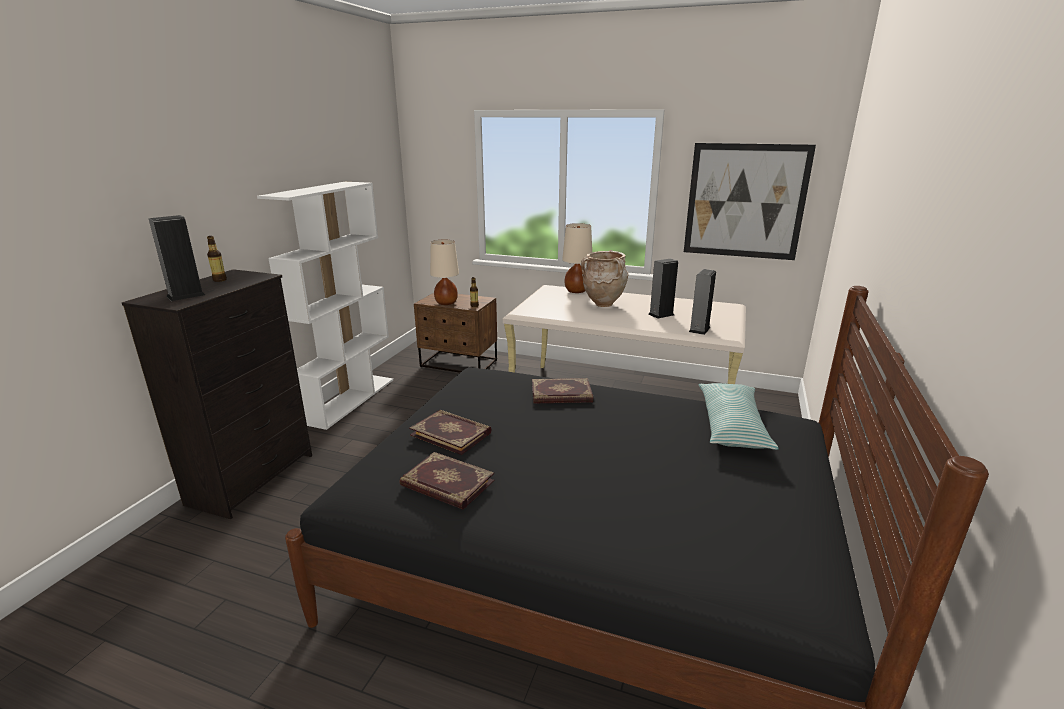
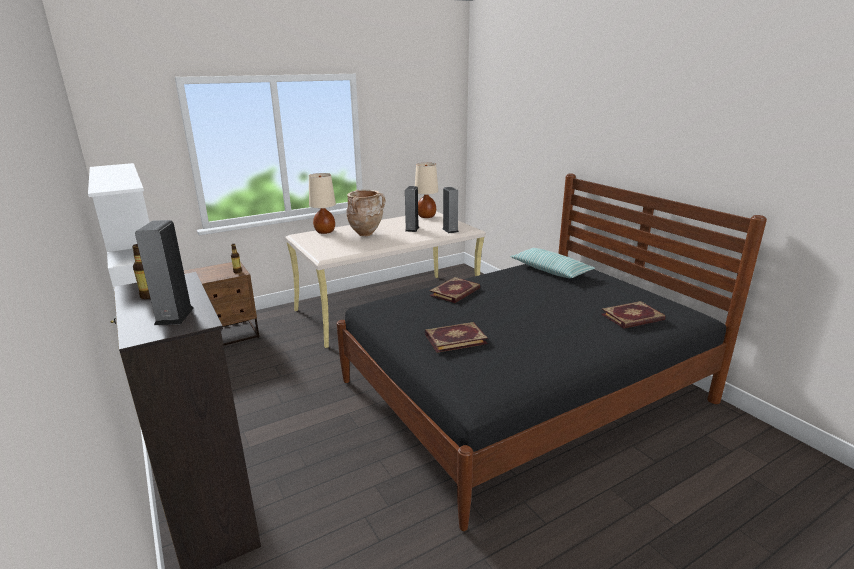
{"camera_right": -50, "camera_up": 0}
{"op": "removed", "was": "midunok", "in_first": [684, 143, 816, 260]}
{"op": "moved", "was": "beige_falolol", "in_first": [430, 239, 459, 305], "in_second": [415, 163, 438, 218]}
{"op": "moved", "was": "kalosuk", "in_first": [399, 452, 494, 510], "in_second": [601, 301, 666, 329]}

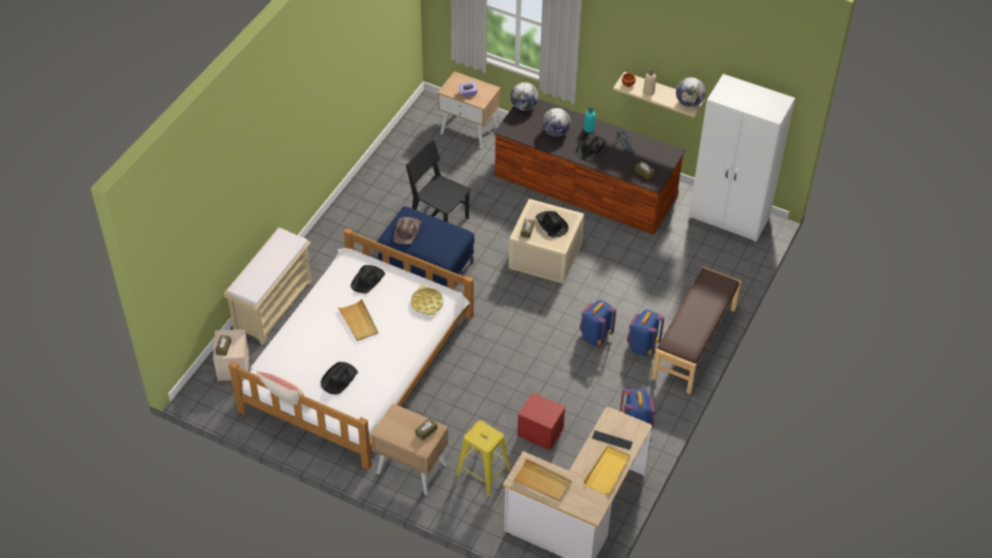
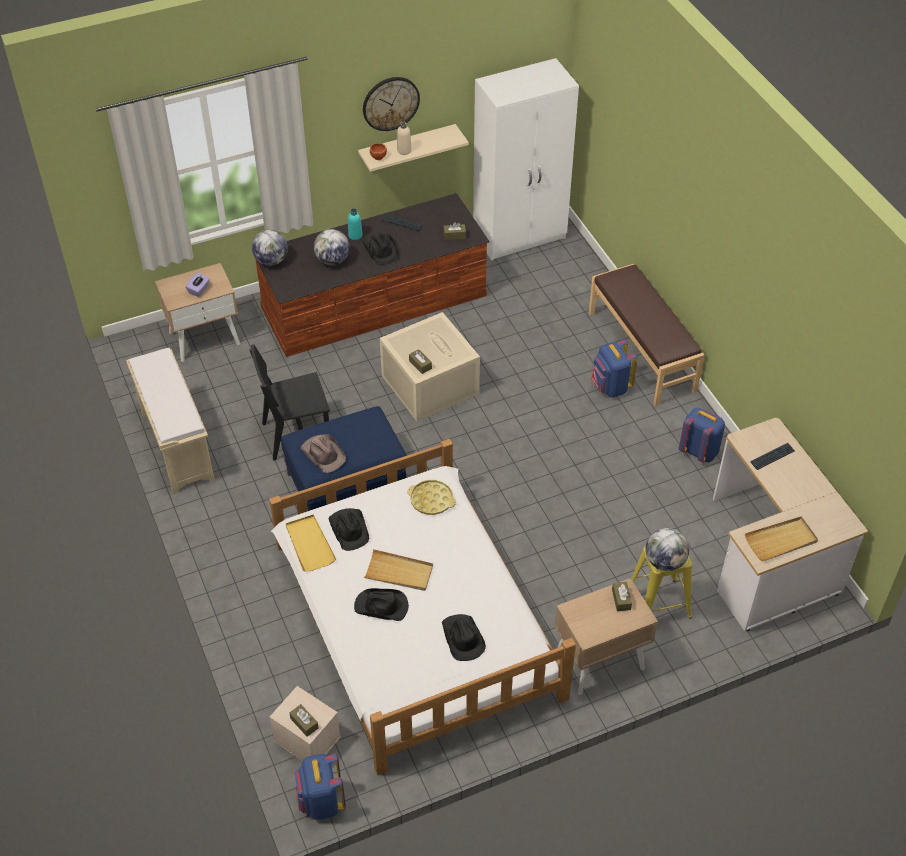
{"camera_right": -50, "camera_up": 0}
{"op": "moved", "was": "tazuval", "in_first": [676, 77, 706, 107], "in_second": [645, 528, 689, 571]}
{"op": "moved", "was": "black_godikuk", "in_first": [535, 211, 569, 238], "in_second": [354, 588, 409, 621]}
{"op": "moved", "was": "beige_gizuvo", "in_first": [224, 227, 312, 345], "in_second": [126, 348, 215, 494]}
{"op": "moved", "was": "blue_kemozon", "in_first": [580, 300, 616, 346], "in_second": [295, 754, 346, 820]}
{"op": "removed", "was": "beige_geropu", "in_first": [256, 371, 312, 409]}
{"op": "removed", "was": "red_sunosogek", "in_first": [517, 392, 566, 450]}
{"op": "moved", "was": "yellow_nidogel", "in_first": [583, 446, 630, 495], "in_second": [286, 514, 336, 572]}
{"op": "added", "now": "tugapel", "in_second": [363, 77, 420, 131]}

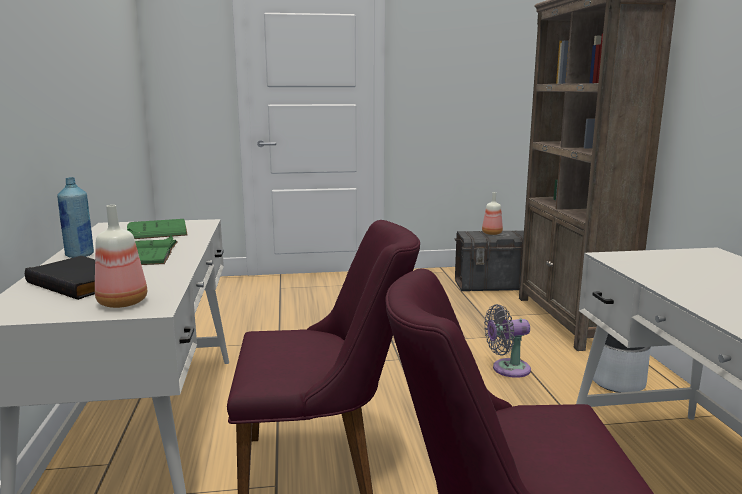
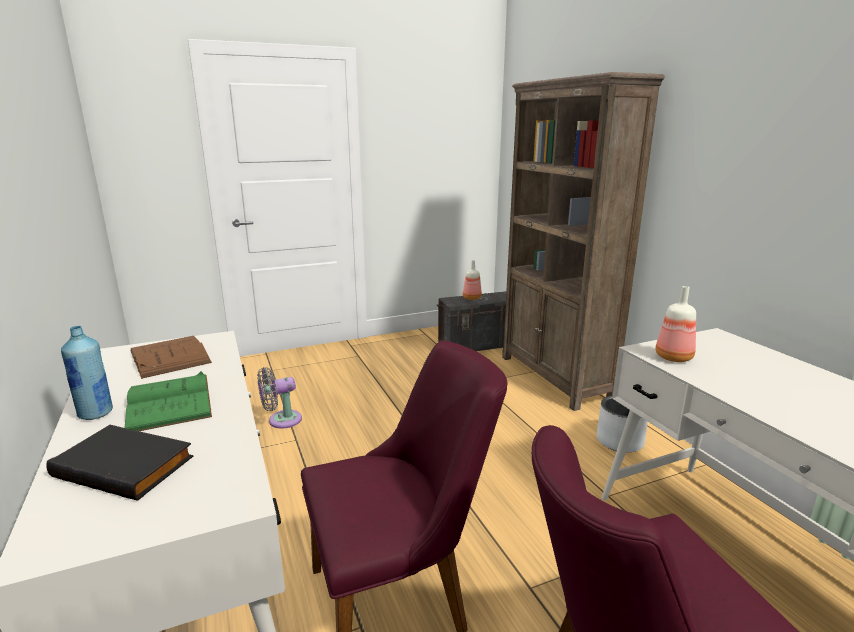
{"camera_right": -15, "camera_up": 5}
{"op": "moved", "was": "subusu", "in_first": [95, 205, 147, 308], "in_second": [655, 286, 696, 362]}
{"op": "recoloured", "was": "green_kalosuk", "now": "brown_kalosuk", "in_first": [127, 219, 188, 239], "in_second": [130, 336, 212, 379]}
{"op": "moved", "was": "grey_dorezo", "in_first": [484, 304, 531, 378], "in_second": [257, 367, 302, 429]}

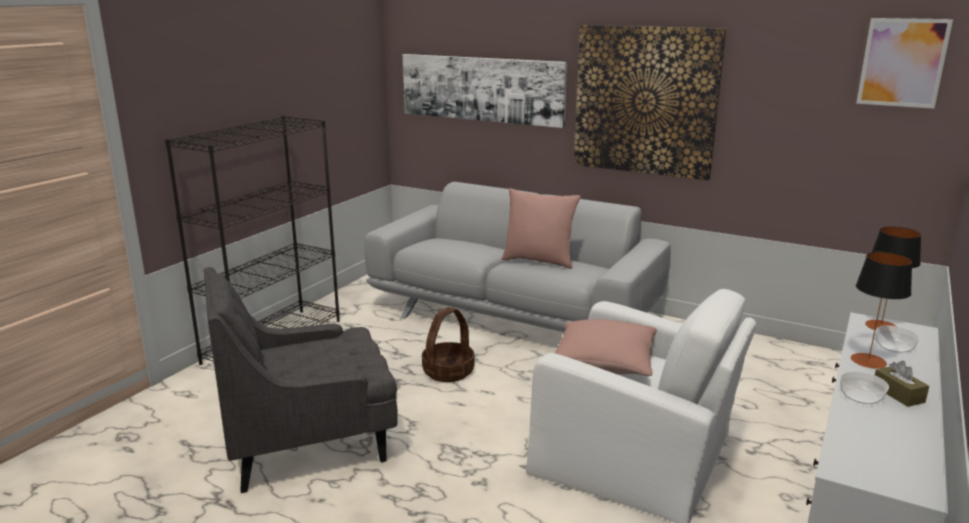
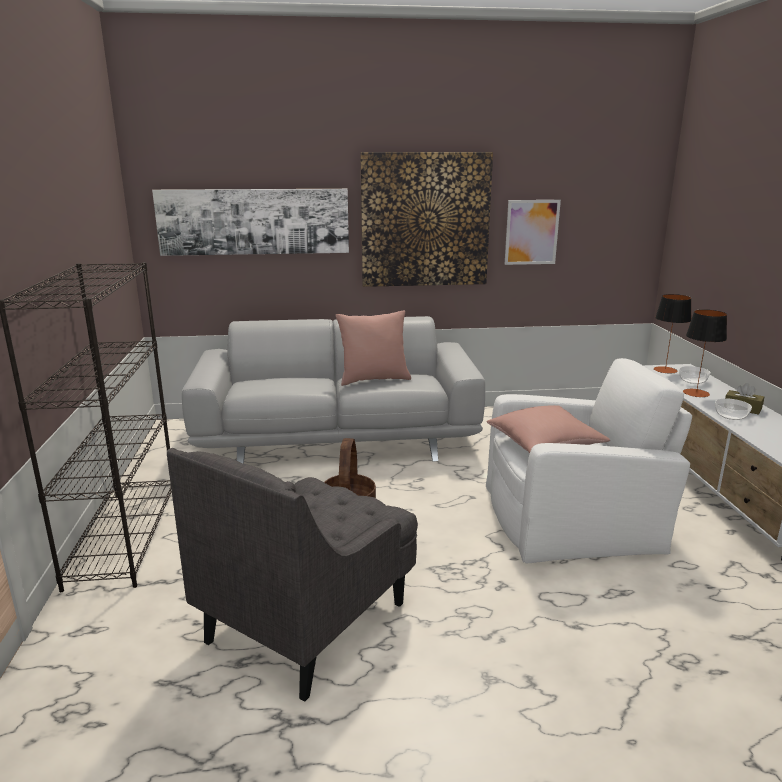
{"camera_right": -35, "camera_up": 0}
{"op": "moved", "was": "midunok", "in_first": [856, 18, 953, 109], "in_second": [505, 200, 561, 265]}

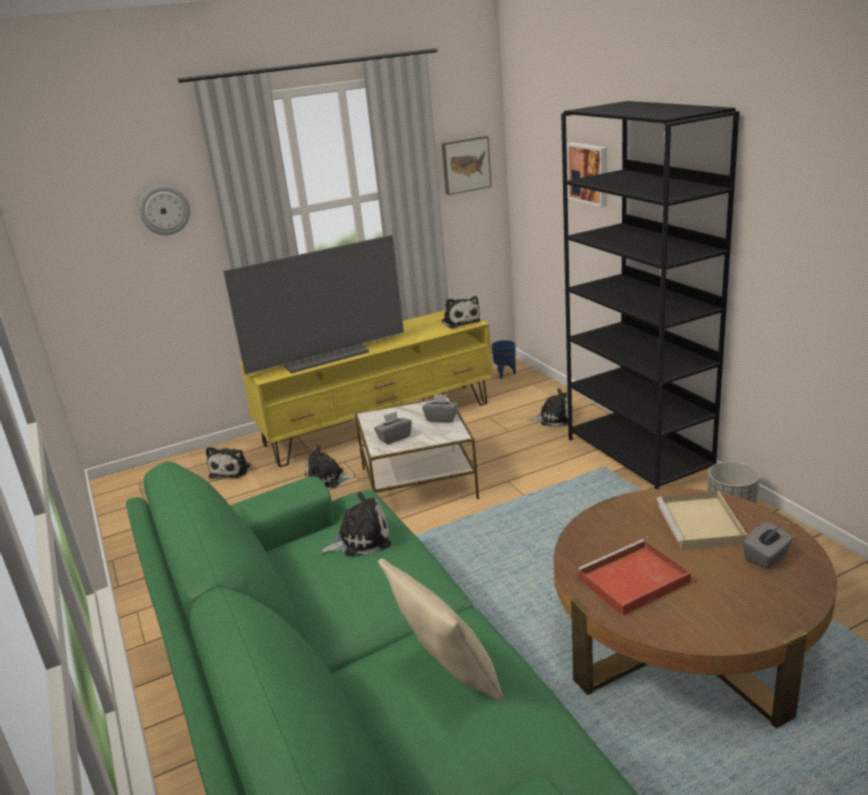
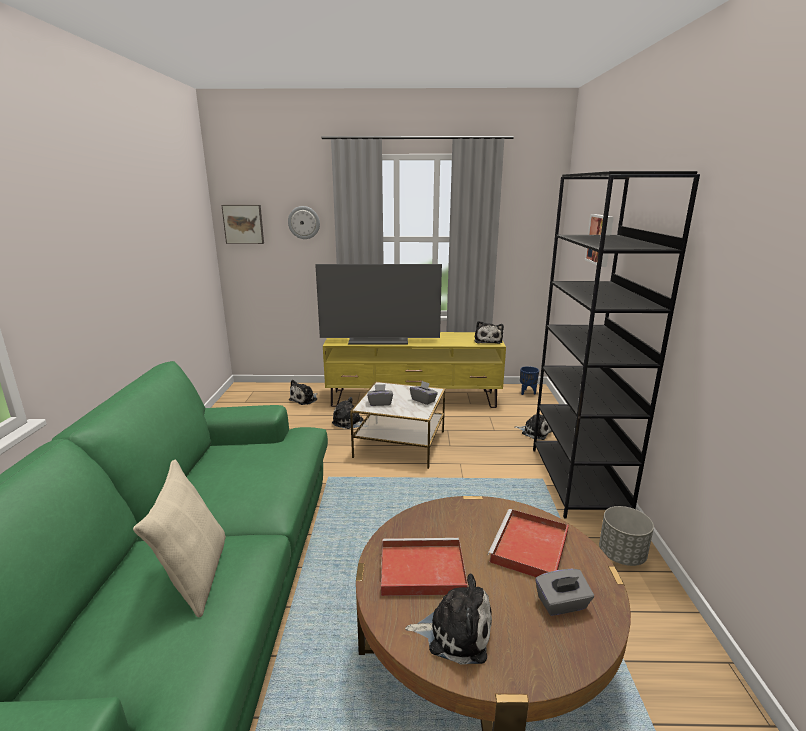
{"camera_right": 25, "camera_up": -5}
{"op": "moved", "was": "midunok", "in_first": [442, 136, 492, 195], "in_second": [222, 205, 264, 244]}
{"op": "recoloured", "was": "beige_nidogel", "now": "red_nidogel", "in_first": [657, 491, 747, 550], "in_second": [488, 509, 569, 577]}
{"op": "moved", "was": "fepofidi", "in_first": [321, 492, 391, 557], "in_second": [405, 573, 492, 665]}

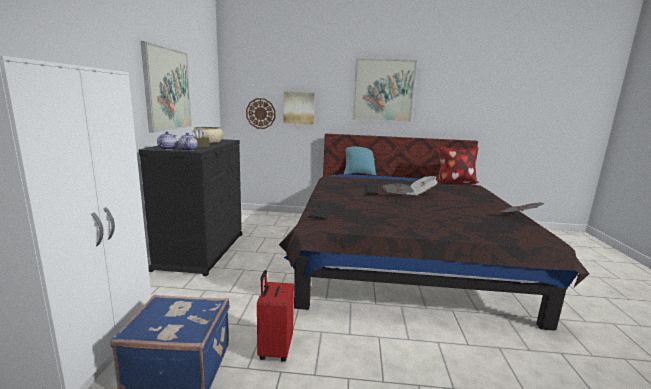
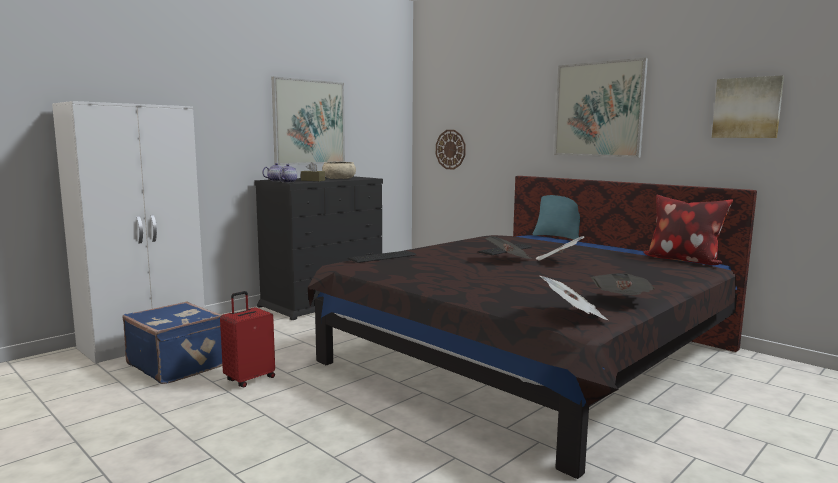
{"camera_right": 40, "camera_up": -5}
{"op": "moved", "was": "midunok", "in_first": [283, 92, 315, 124], "in_second": [712, 75, 784, 138]}
{"op": "added", "now": "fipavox", "in_second": [540, 276, 608, 320]}

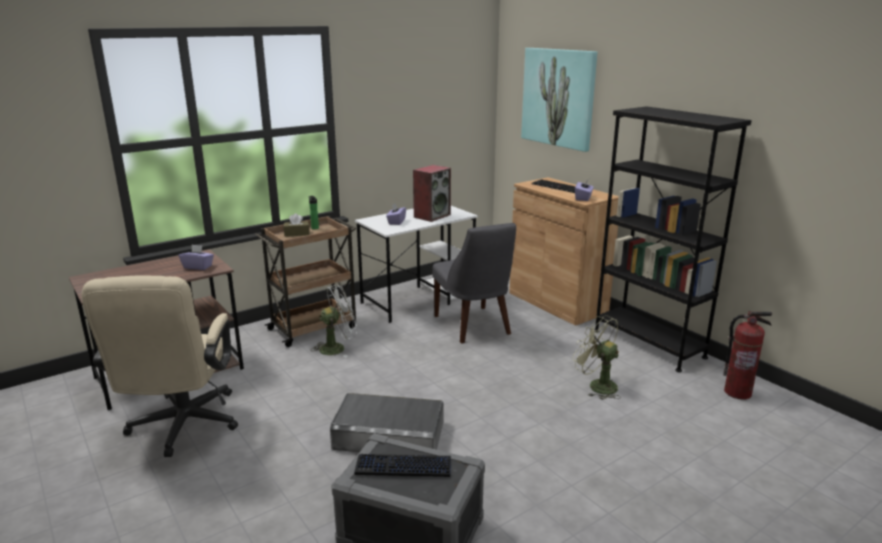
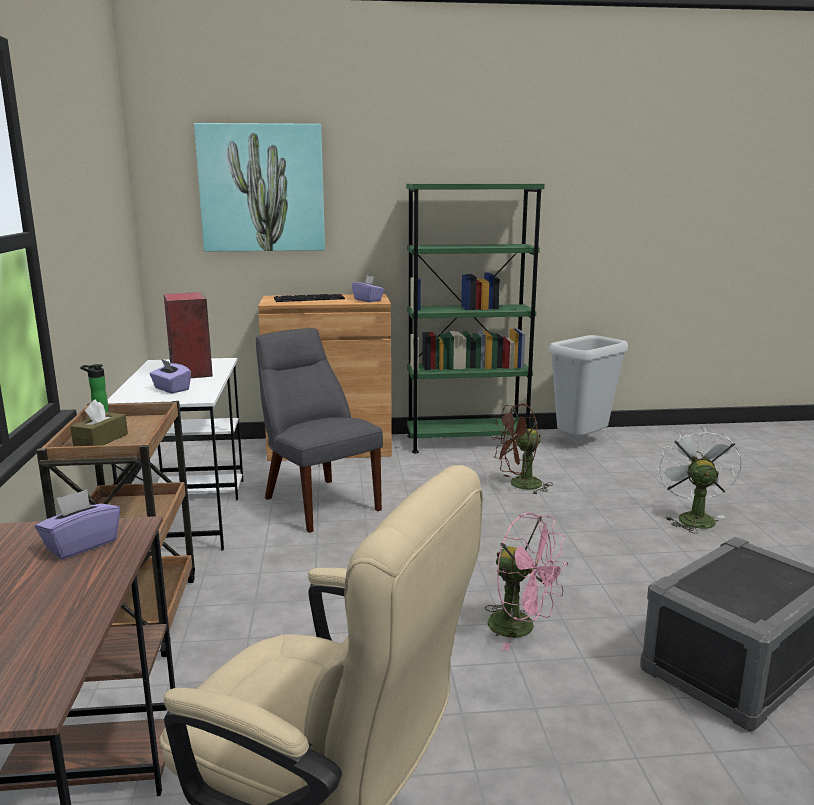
{"camera_right": -60, "camera_up": -5}
{"op": "recoloured", "was": "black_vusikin", "now": "green_vusikin", "in_first": [594, 106, 752, 372], "in_second": [406, 184, 545, 453]}
{"op": "turned", "was": "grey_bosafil", "in_first": [432, 223, 516, 344], "in_second": [256, 328, 383, 533], "clockwise": -135}
{"op": "moved", "was": "white_dorezo", "in_first": [312, 285, 357, 357], "in_second": [658, 426, 742, 533]}
{"op": "replaced", "was": "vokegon", "now": "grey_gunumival", "in_first": [723, 311, 772, 400], "in_second": [548, 335, 628, 436]}
{"op": "recoloured", "was": "green_dorezo", "now": "brown_dorezo", "in_first": [573, 315, 621, 400], "in_second": [492, 404, 553, 495]}
{"op": "replaced", "was": "grey_sunosogek", "now": "pink_dorezo", "in_first": [330, 393, 444, 452], "in_second": [485, 512, 568, 650]}
{"op": "removed", "was": "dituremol", "in_first": [354, 454, 451, 477]}

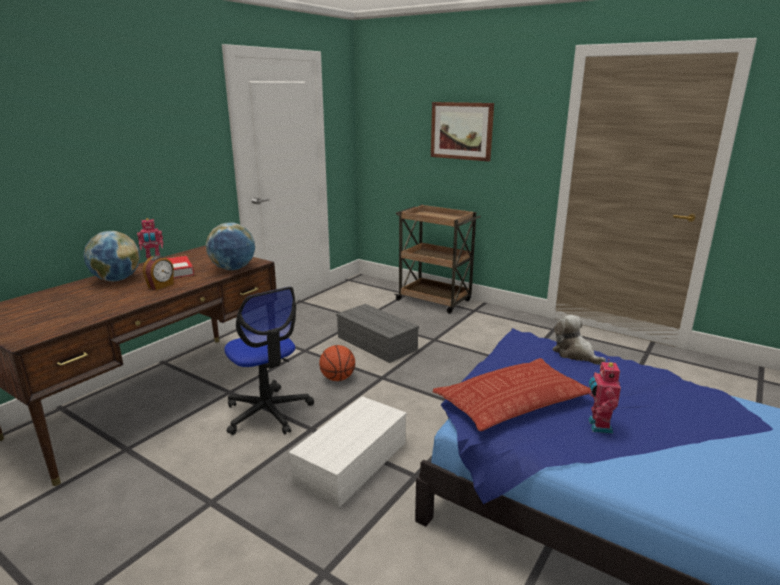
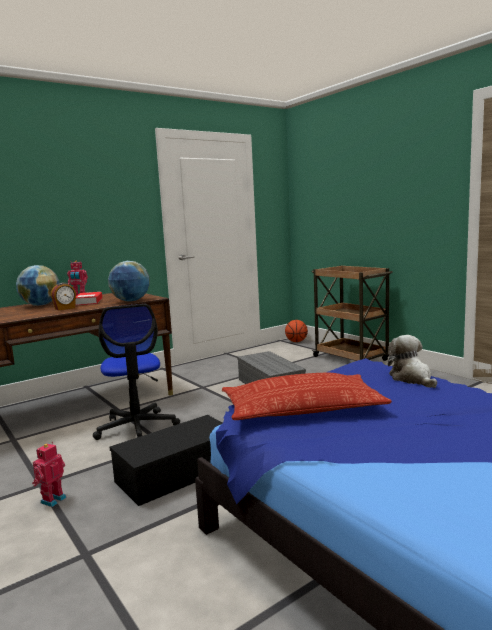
{"camera_right": 20, "camera_up": -10}
{"op": "removed", "was": "midunok", "in_first": [431, 102, 494, 162]}
{"op": "moved", "was": "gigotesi", "in_first": [319, 345, 355, 381], "in_second": [285, 320, 308, 342]}
{"op": "moved", "was": "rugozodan", "in_first": [588, 359, 621, 434], "in_second": [32, 442, 67, 507]}
{"op": "recoloured", "was": "white_sunosogek", "now": "black_sunosogek", "in_first": [289, 396, 407, 509], "in_second": [110, 415, 222, 506]}

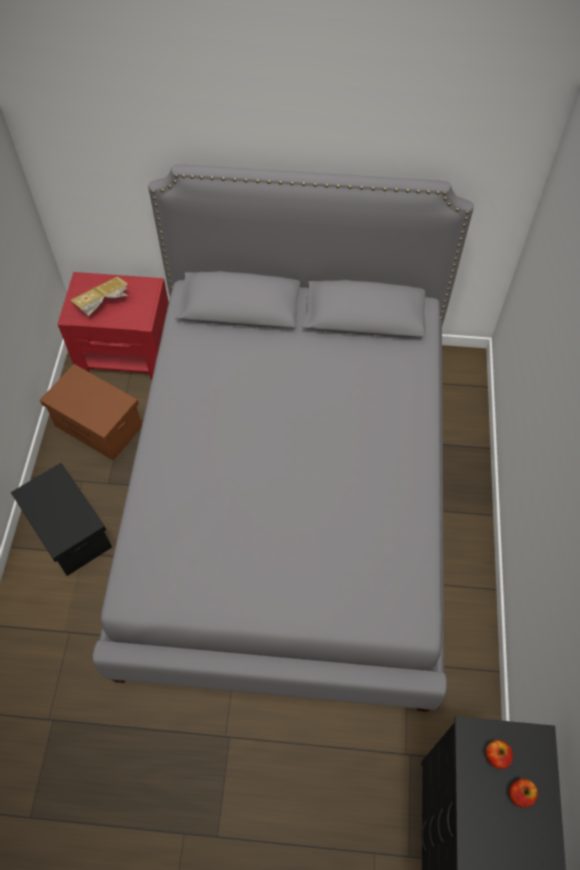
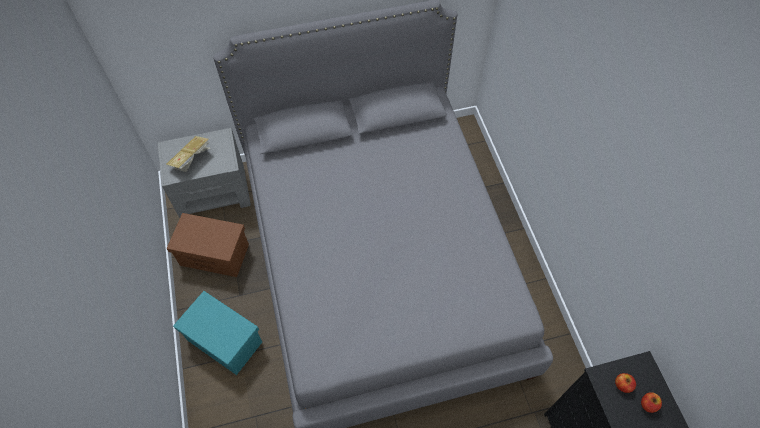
{"camera_right": -20, "camera_up": 0}
{"op": "recoloured", "was": "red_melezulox", "now": "grey_melezulox", "in_first": [58, 272, 169, 380], "in_second": [158, 128, 251, 218]}
{"op": "recoloured", "was": "black_sunosogek", "now": "turquoise_sunosogek", "in_first": [11, 463, 112, 576], "in_second": [173, 291, 262, 375]}

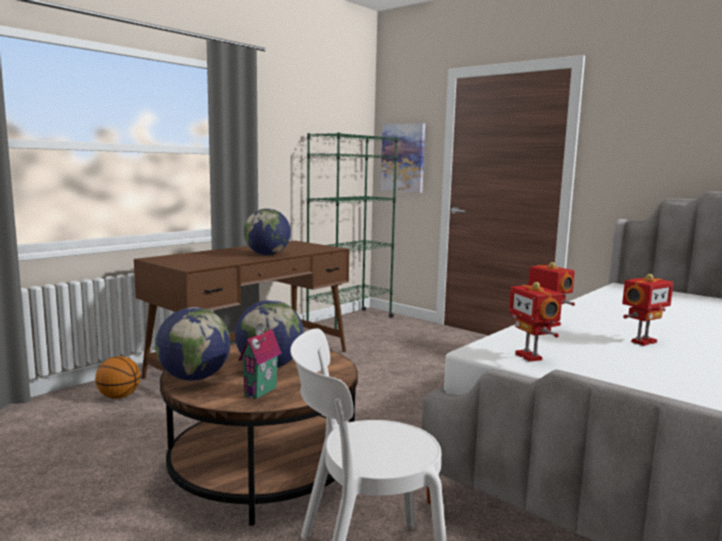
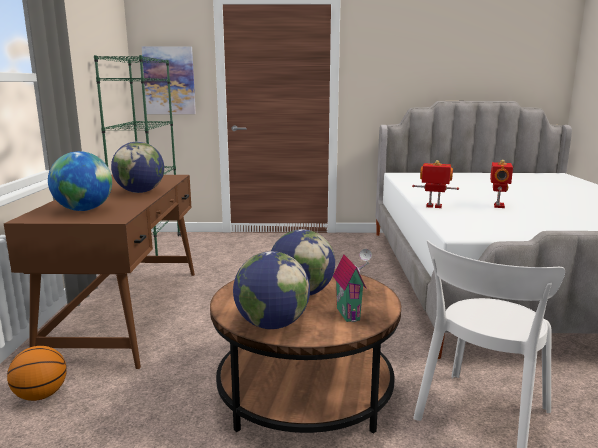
{"camera_right": -40, "camera_up": 5}
{"op": "removed", "was": "rugozodan", "in_first": [509, 282, 563, 362]}
{"op": "added", "now": "tazuval", "in_second": [48, 151, 112, 211]}

